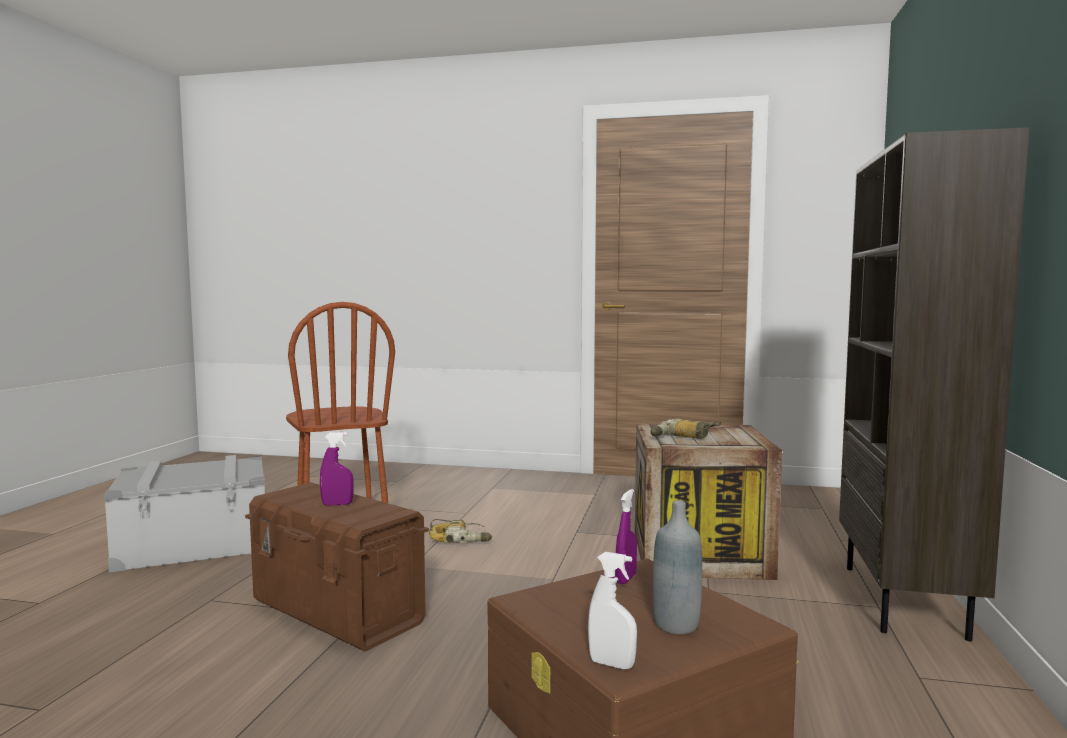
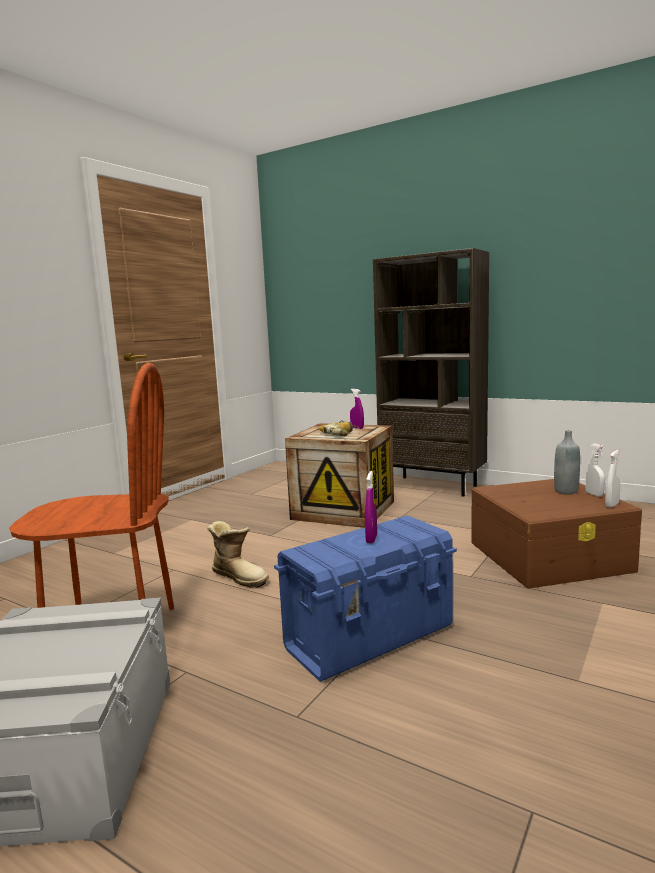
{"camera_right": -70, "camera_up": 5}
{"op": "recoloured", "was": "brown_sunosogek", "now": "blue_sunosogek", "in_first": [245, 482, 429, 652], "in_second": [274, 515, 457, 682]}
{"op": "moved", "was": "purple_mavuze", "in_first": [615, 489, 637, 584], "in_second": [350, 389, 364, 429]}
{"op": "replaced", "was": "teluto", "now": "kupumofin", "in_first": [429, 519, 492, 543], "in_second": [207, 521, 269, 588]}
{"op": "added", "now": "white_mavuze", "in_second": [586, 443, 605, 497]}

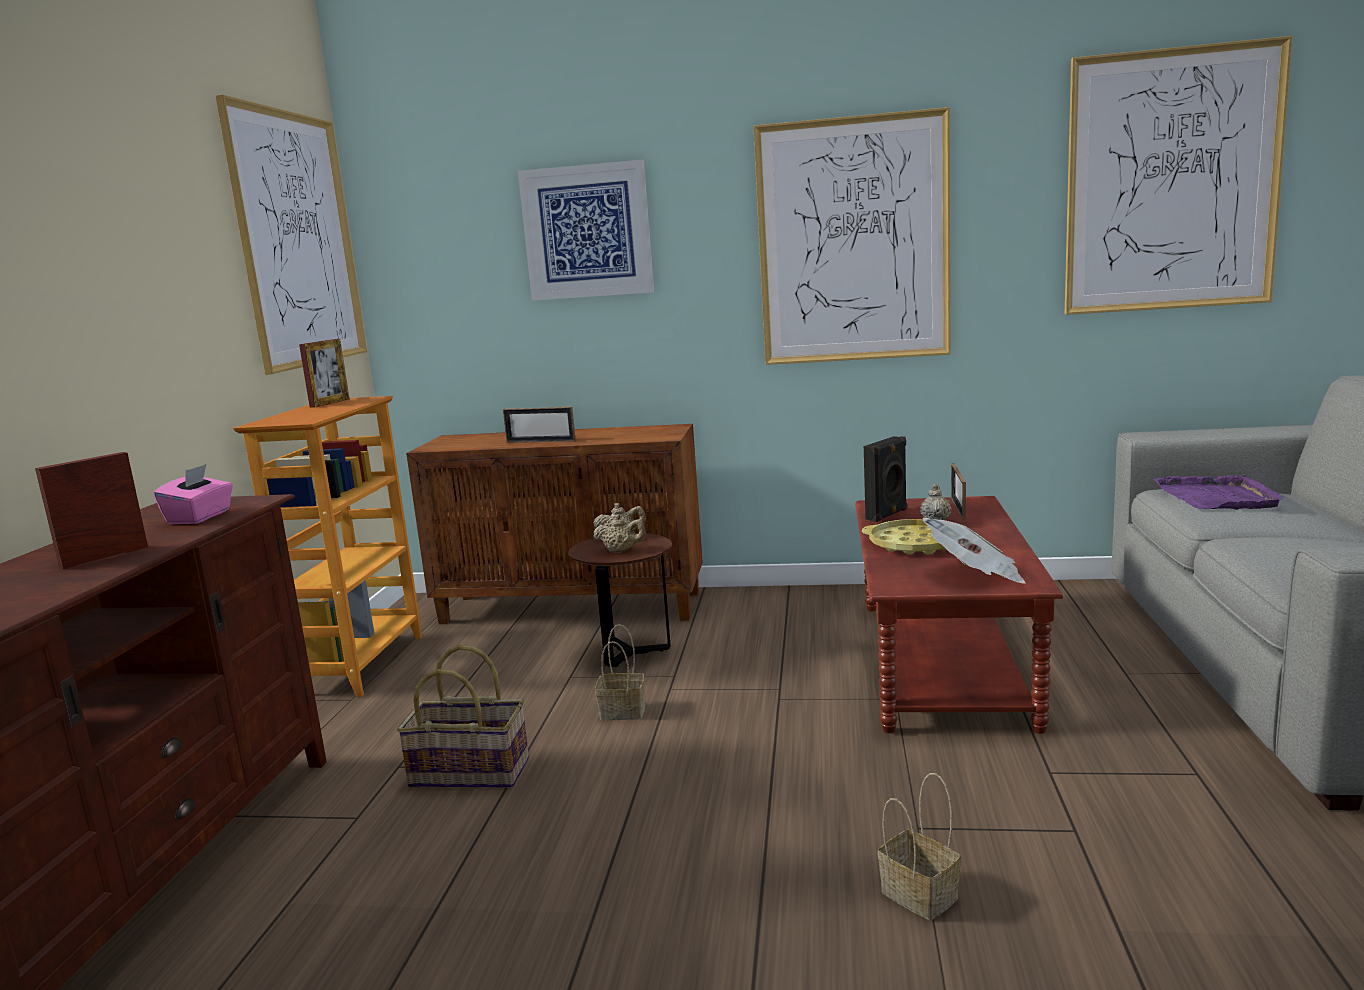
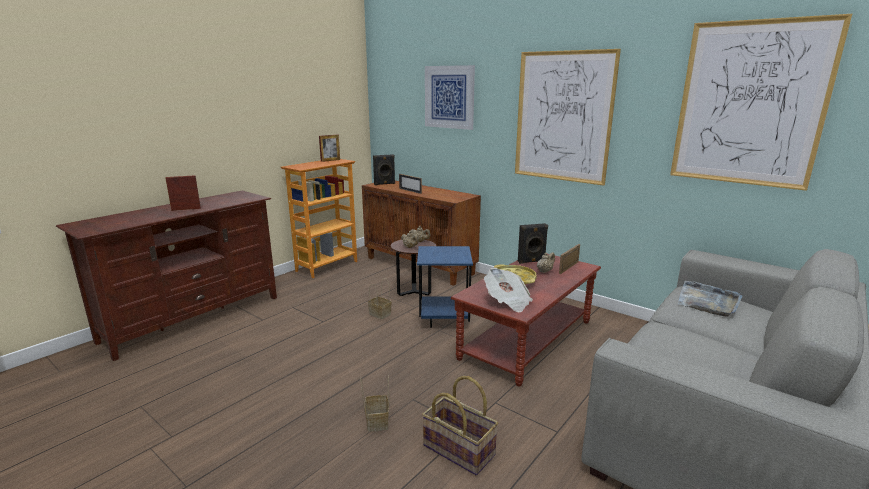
{"camera_right": 30, "camera_up": 5}
{"op": "removed", "was": "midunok", "in_first": [215, 94, 367, 375]}
{"op": "removed", "was": "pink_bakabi", "in_first": [154, 464, 233, 524]}
{"op": "recoloured", "was": "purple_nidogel", "now": "grey_nidogel", "in_first": [1154, 474, 1284, 510], "in_second": [678, 281, 742, 317]}
{"op": "moved", "was": "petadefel", "in_first": [397, 645, 529, 788], "in_second": [422, 376, 498, 475]}
{"op": "added", "now": "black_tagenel", "in_second": [373, 154, 395, 185]}
{"op": "added", "now": "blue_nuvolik", "in_second": [417, 246, 473, 328]}

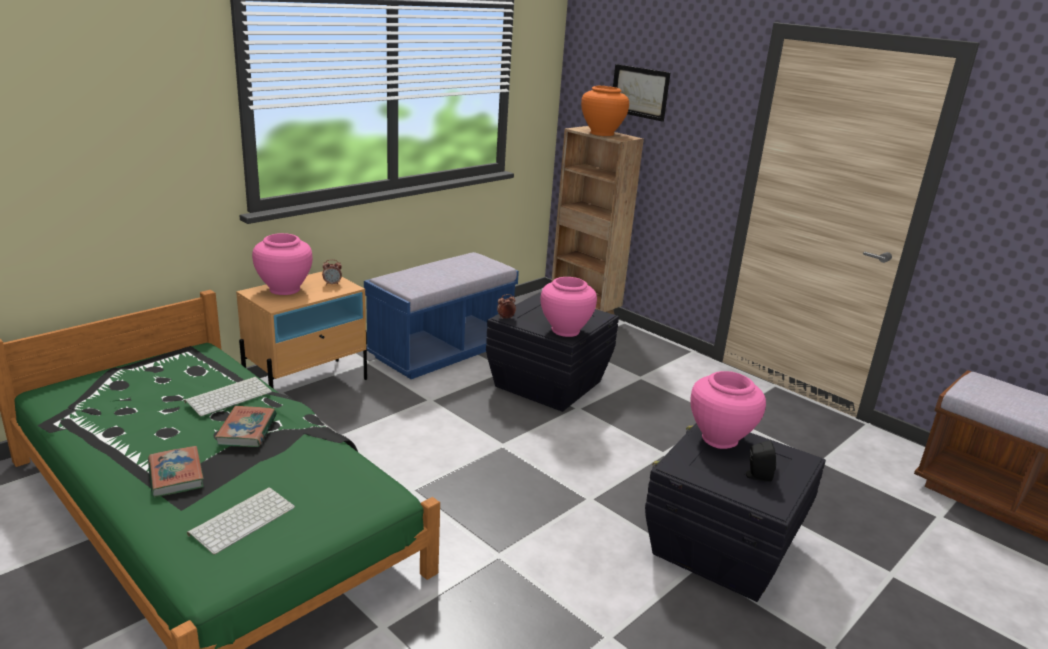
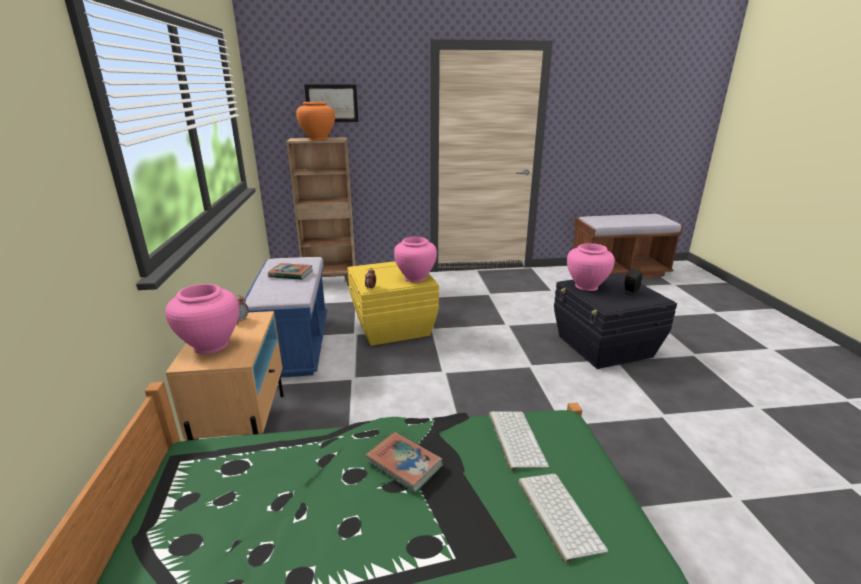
{"camera_right": -50, "camera_up": 0}
{"op": "recoloured", "was": "black_sunosogek", "now": "yellow_sunosogek", "in_first": [486, 293, 619, 412], "in_second": [348, 261, 439, 346]}
{"op": "moved", "was": "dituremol", "in_first": [184, 377, 272, 416], "in_second": [489, 411, 549, 471]}
{"op": "moved", "was": "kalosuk", "in_first": [148, 446, 204, 498], "in_second": [268, 263, 313, 280]}

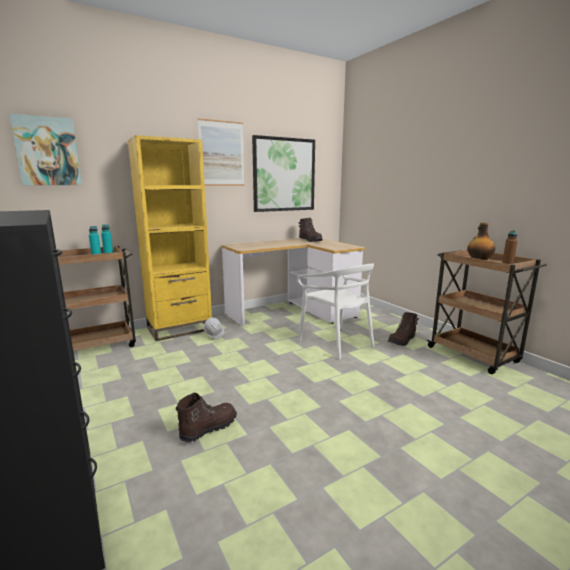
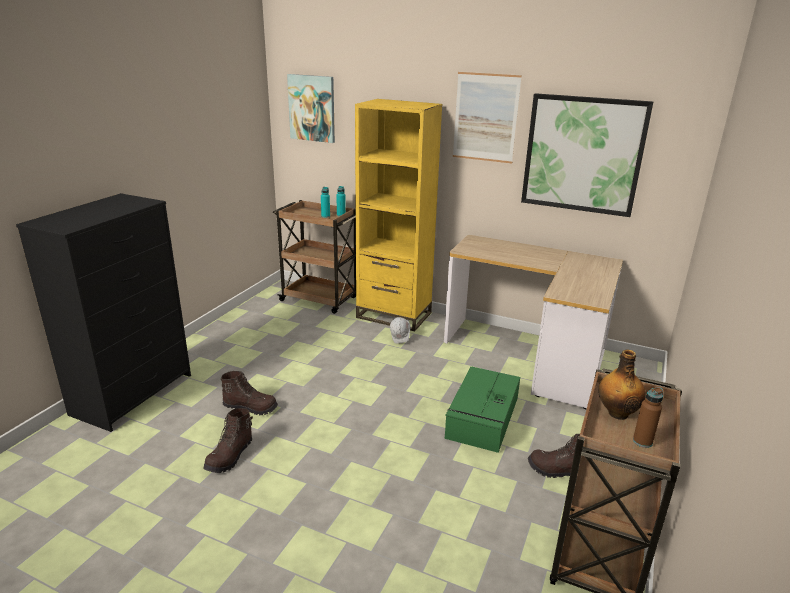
{"camera_right": 55, "camera_up": 10}
{"op": "moved", "was": "brown_kupumofin", "in_first": [299, 218, 322, 242], "in_second": [203, 408, 253, 473]}
{"op": "replaced", "was": "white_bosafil", "now": "green_sunosogek", "in_first": [297, 263, 374, 360], "in_second": [445, 367, 520, 453]}

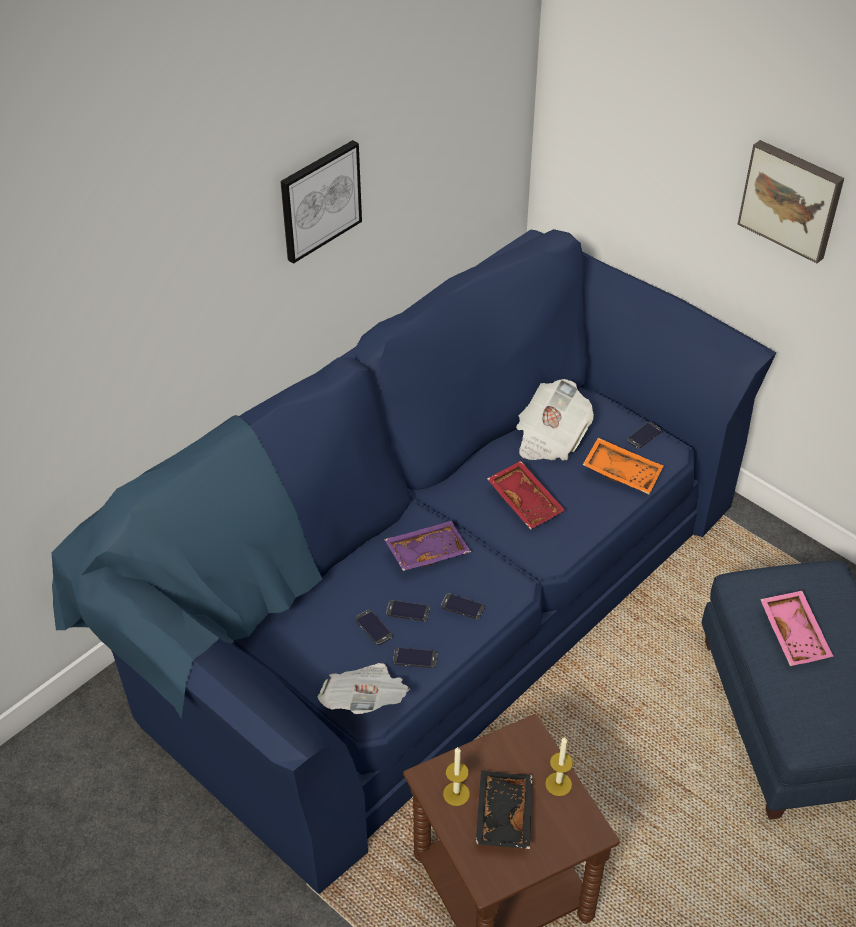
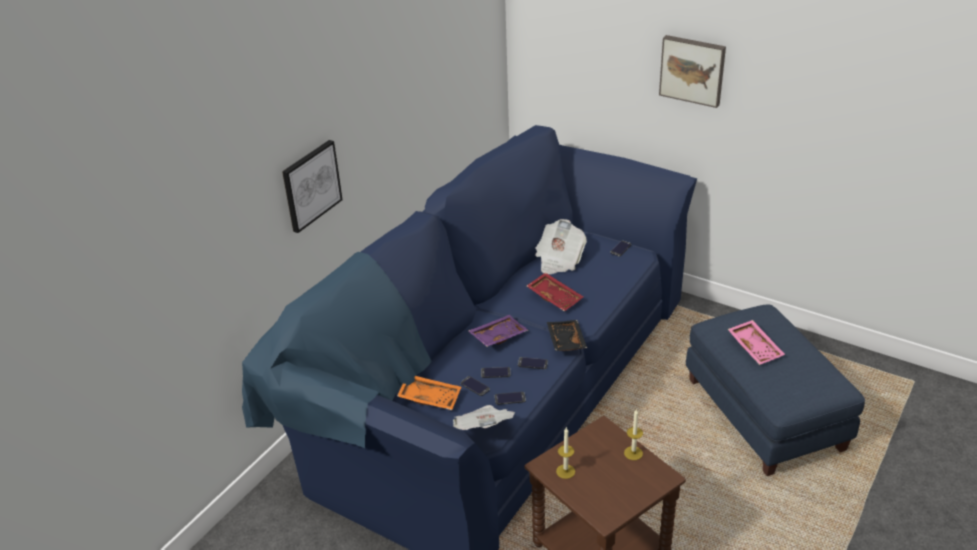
{"camera_right": -10, "camera_up": -10}
{"op": "moved", "was": "midunok", "in_first": [280, 140, 362, 264], "in_second": [282, 140, 343, 233]}
{"op": "moved", "was": "orange_nidogel", "in_first": [583, 438, 664, 494], "in_second": [397, 376, 461, 410]}
{"op": "moved", "was": "black_nidogel", "in_first": [476, 770, 533, 849], "in_second": [547, 320, 587, 351]}

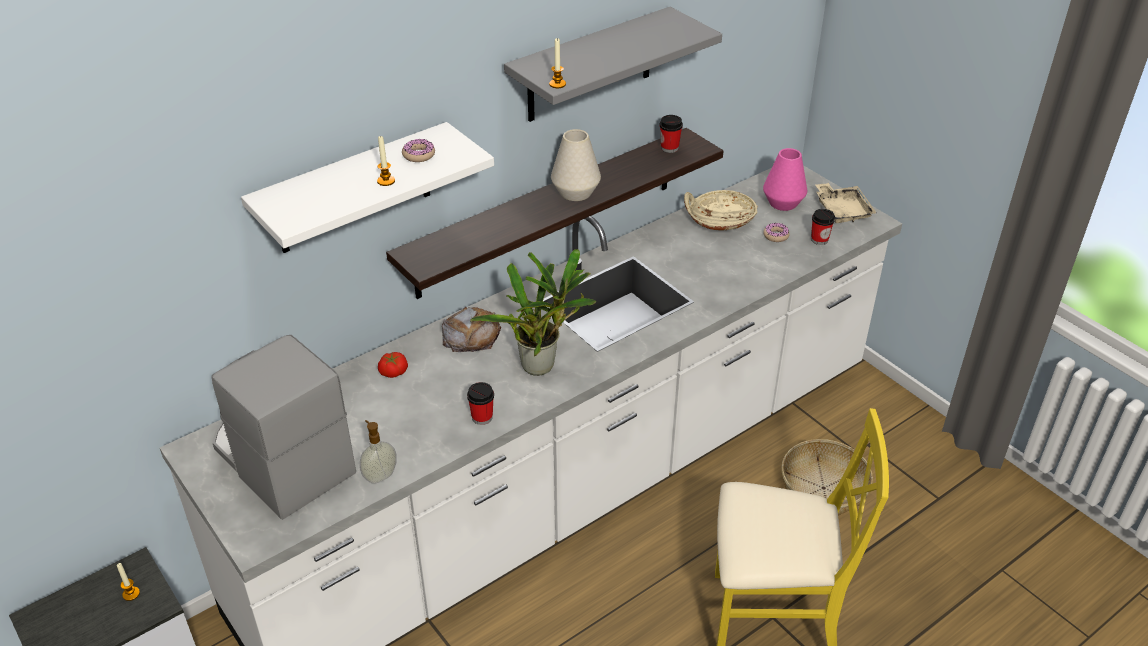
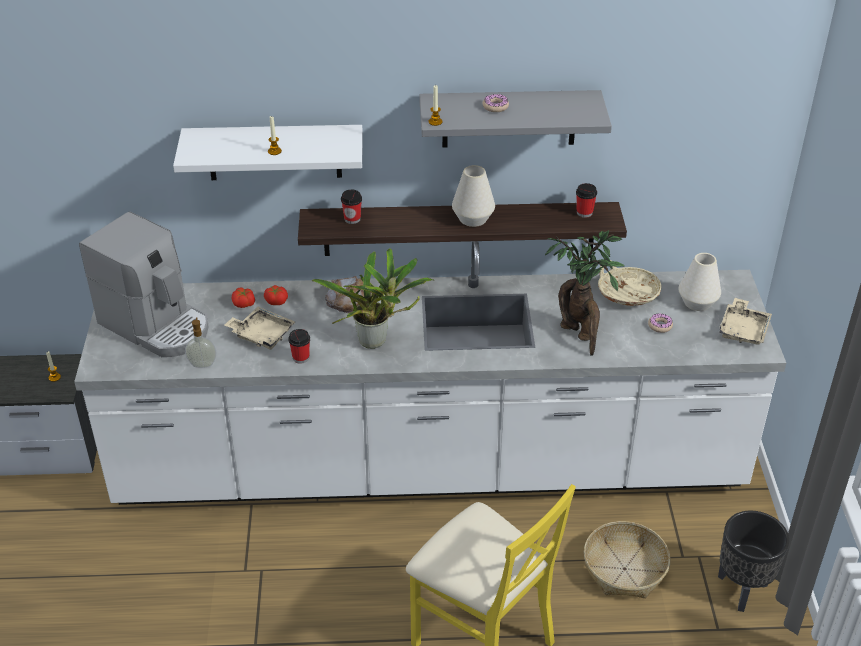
{"camera_right": 35, "camera_up": 0}
{"op": "moved", "was": "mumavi", "in_first": [402, 139, 435, 162], "in_second": [482, 94, 509, 112]}
{"op": "recoloured", "was": "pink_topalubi", "now": "white_topalubi", "in_first": [763, 148, 807, 211], "in_second": [679, 253, 721, 311]}
{"op": "moved", "was": "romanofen", "in_first": [811, 209, 835, 245], "in_second": [341, 190, 362, 224]}
{"op": "turned", "was": "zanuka", "in_first": [211, 335, 356, 519], "in_second": [79, 211, 209, 357], "clockwise": 135}
{"op": "added", "now": "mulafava", "in_second": [545, 230, 625, 356]}
{"op": "added", "now": "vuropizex", "in_second": [232, 288, 255, 308]}
{"op": "added", "now": "beige_nidogel", "in_second": [224, 306, 295, 350]}
{"op": "added", "now": "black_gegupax", "in_second": [718, 510, 789, 612]}

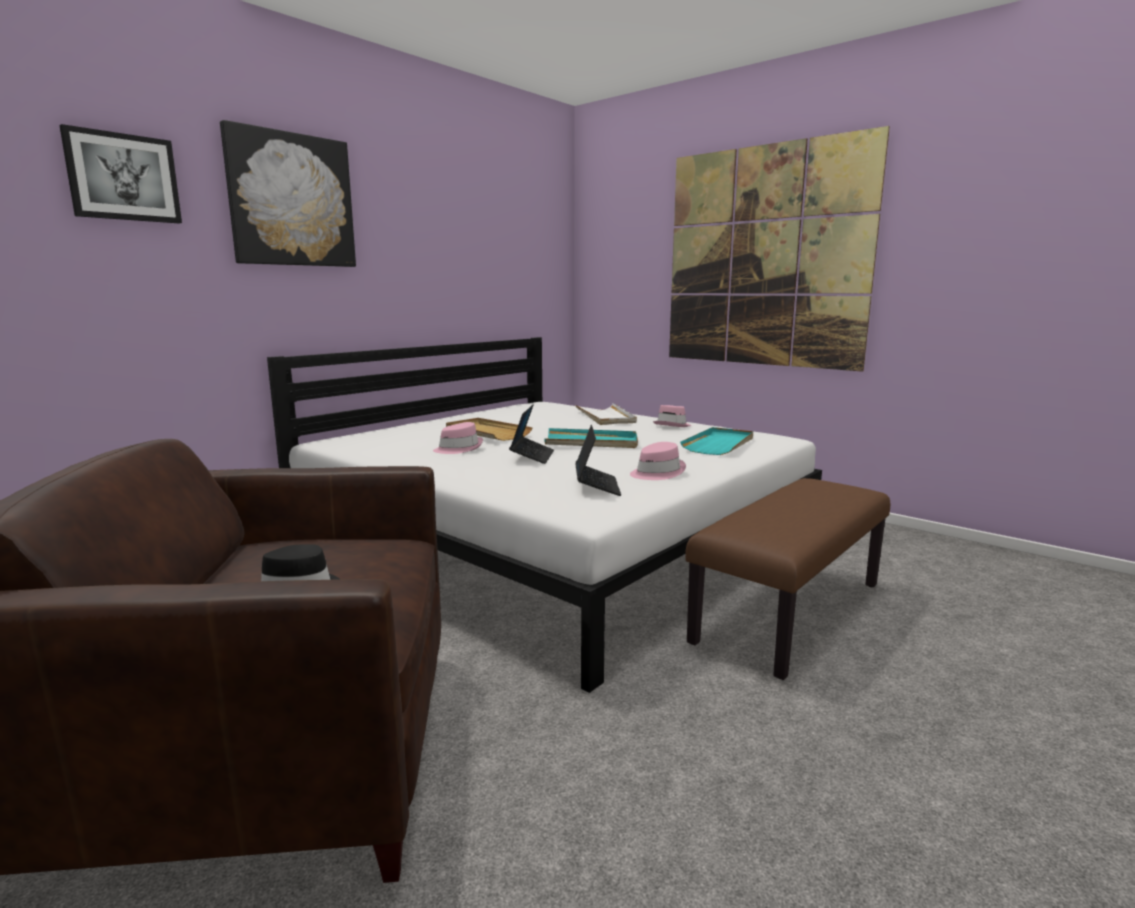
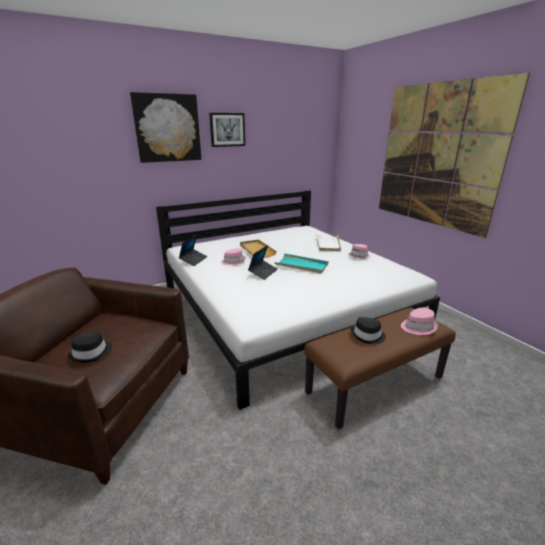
{"camera_right": 20, "camera_up": 10}
{"op": "moved", "was": "midunok", "in_first": [59, 124, 182, 224], "in_second": [209, 113, 245, 147]}
{"op": "moved", "was": "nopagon", "in_first": [575, 425, 621, 496], "in_second": [179, 235, 208, 266]}
{"op": "removed", "was": "turquoise_nidogel", "in_first": [680, 427, 753, 455]}
{"op": "moved", "was": "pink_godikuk", "in_first": [630, 442, 686, 480], "in_second": [401, 307, 438, 335]}
{"op": "added", "now": "black_godikuk", "in_second": [351, 317, 386, 344]}

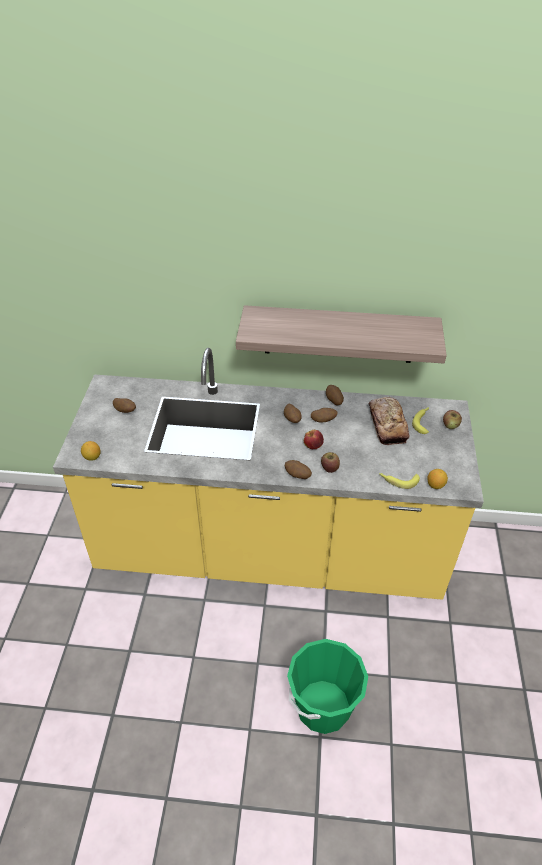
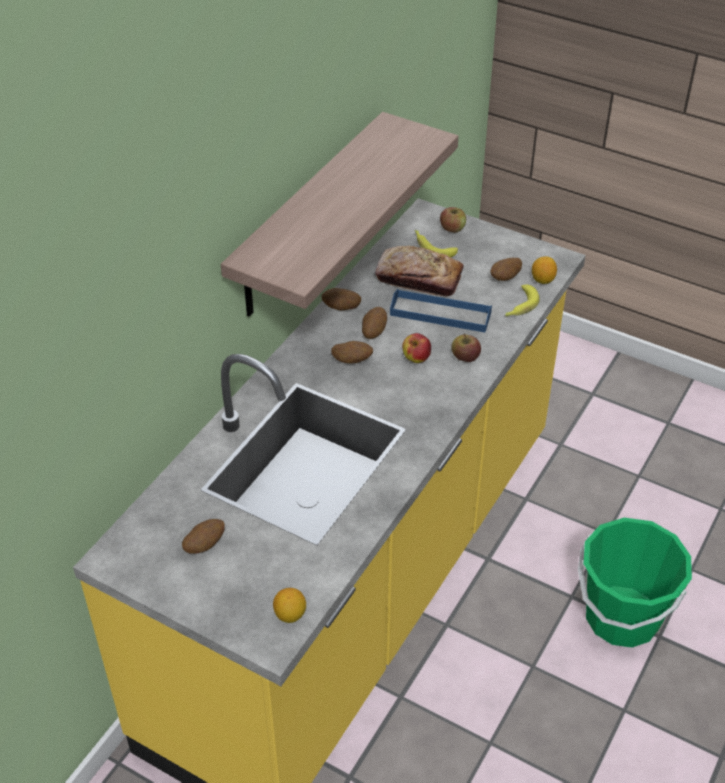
{"camera_right": -65, "camera_up": 0}
{"op": "moved", "was": "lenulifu", "in_first": [285, 460, 312, 479], "in_second": [491, 258, 522, 281]}
{"op": "added", "now": "blue_nidogel", "in_second": [390, 289, 492, 332]}

